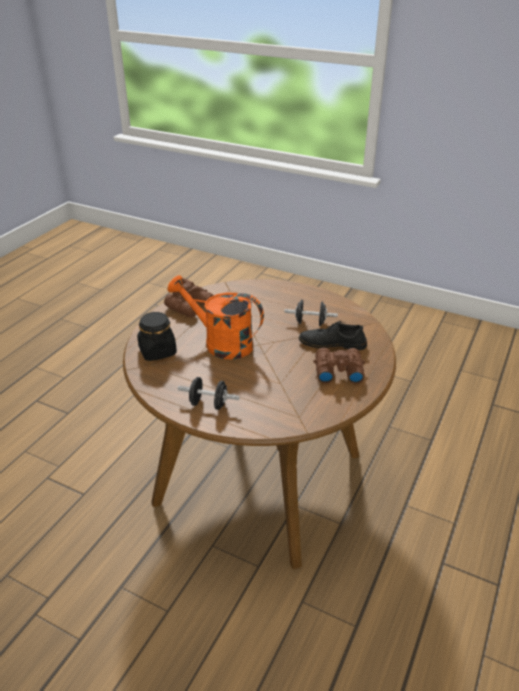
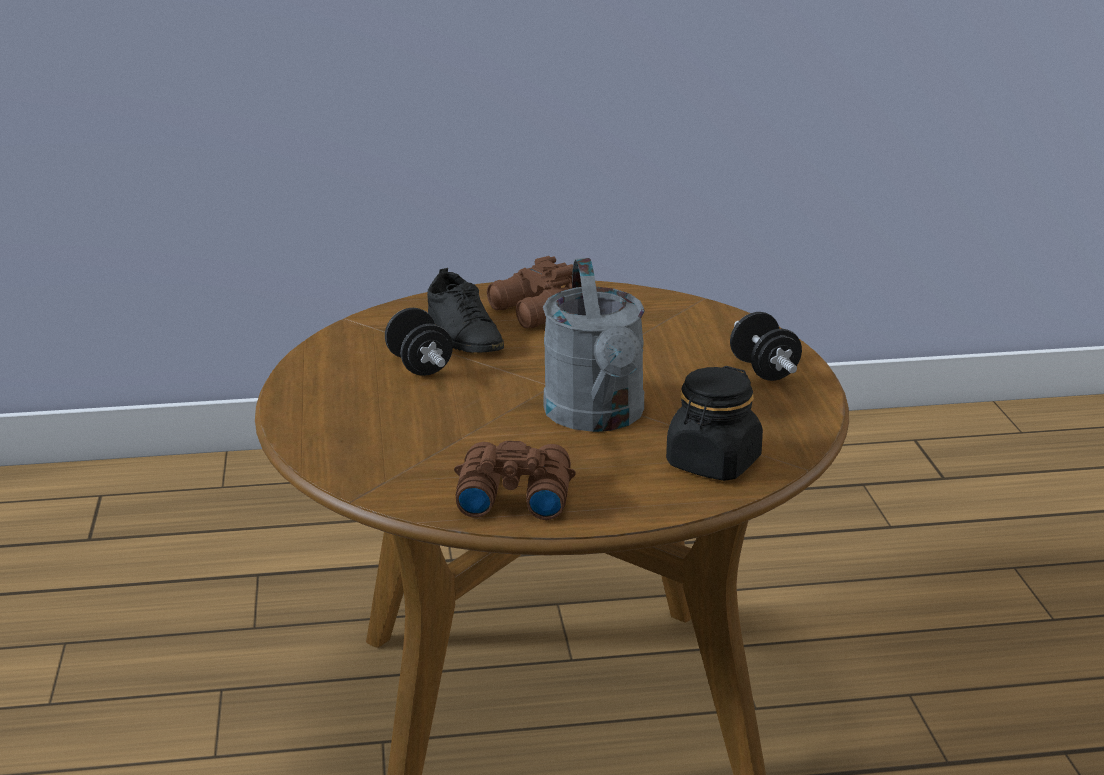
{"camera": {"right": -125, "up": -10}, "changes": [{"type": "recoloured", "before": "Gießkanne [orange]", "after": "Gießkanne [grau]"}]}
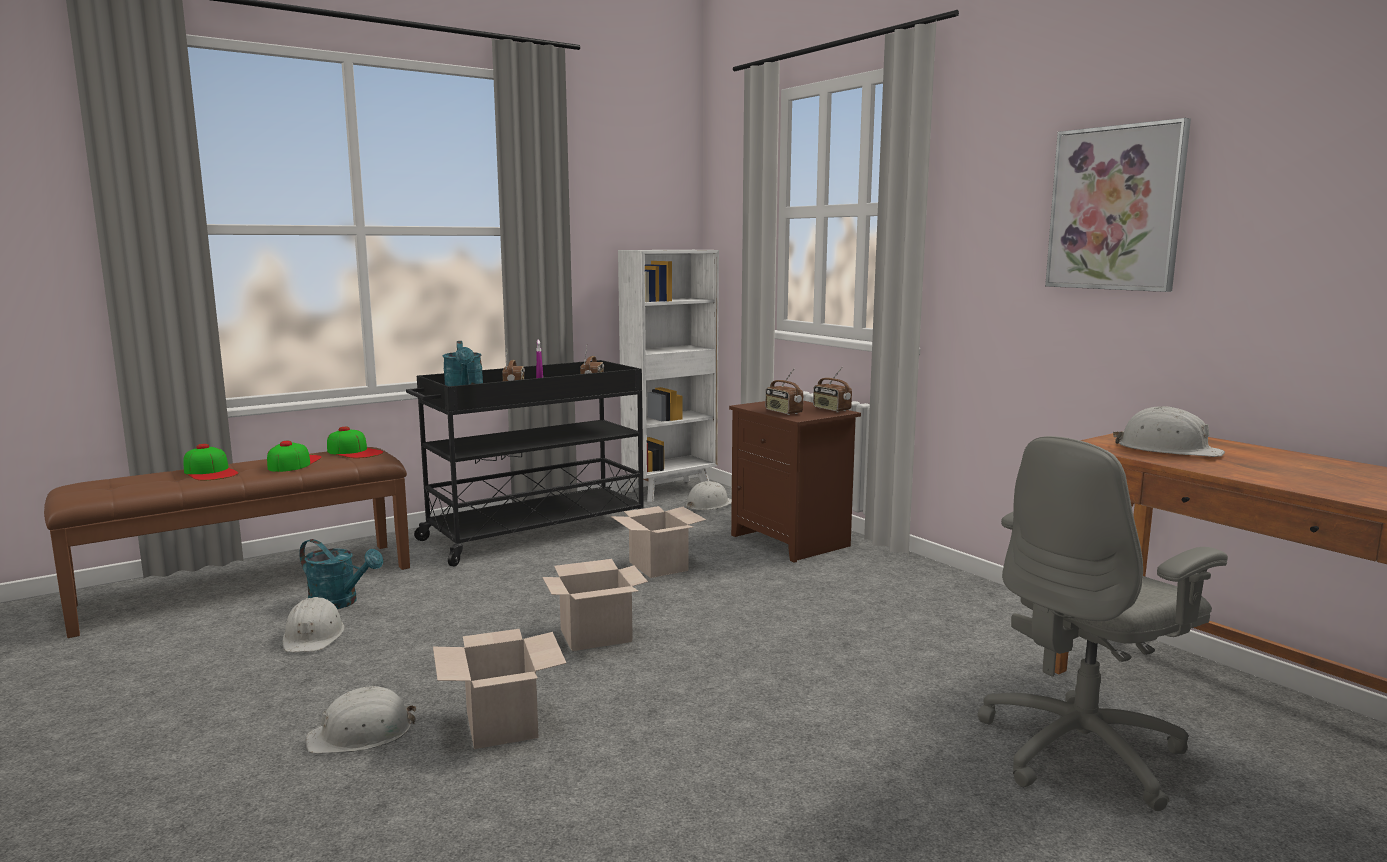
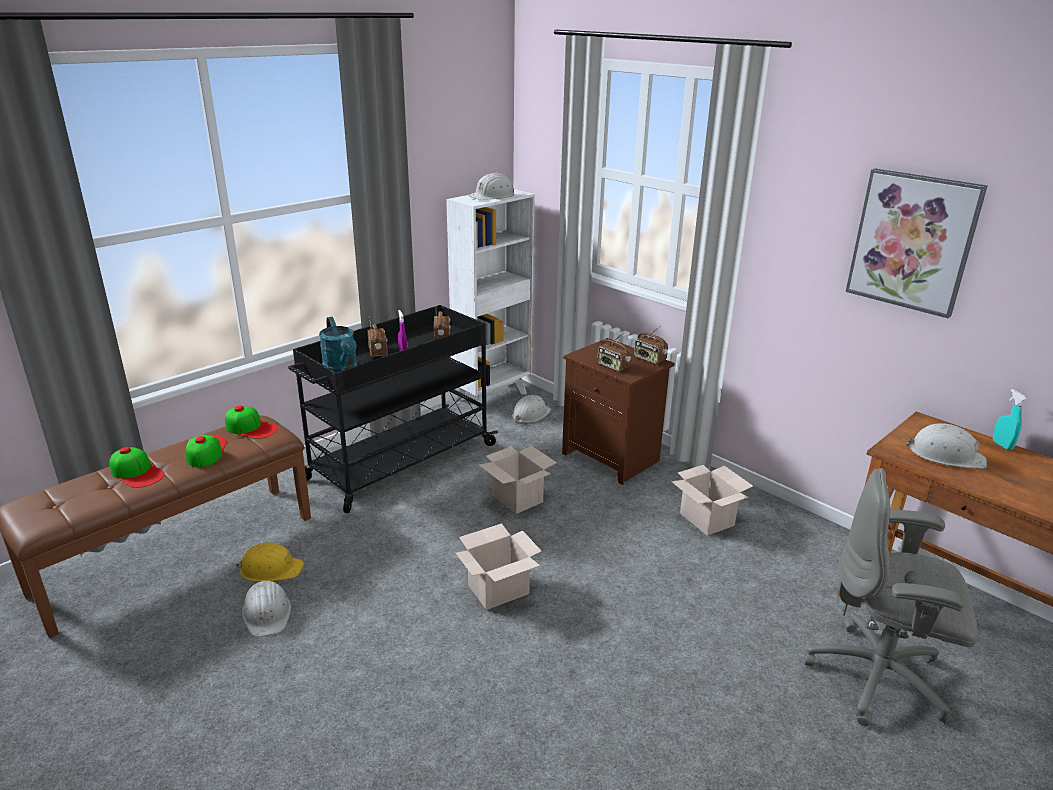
{"camera": {"right": -10, "up": 15}, "changes": [{"type": "turned", "before": "Bürostuhl [grau]", "turn": 60}, {"type": "replaced", "before": "Gießkanne [türkis] (1st from left)", "after": "Schutzhelm [gelb]"}, {"type": "moved", "before": "Karton (1st from left in the first image)", "after": "Karton (3rd from left)"}, {"type": "moved", "before": "Schutzhelm [weiß] (2nd from left)"}, {"type": "added", "after": "Sprühflasche [türkis]"}]}
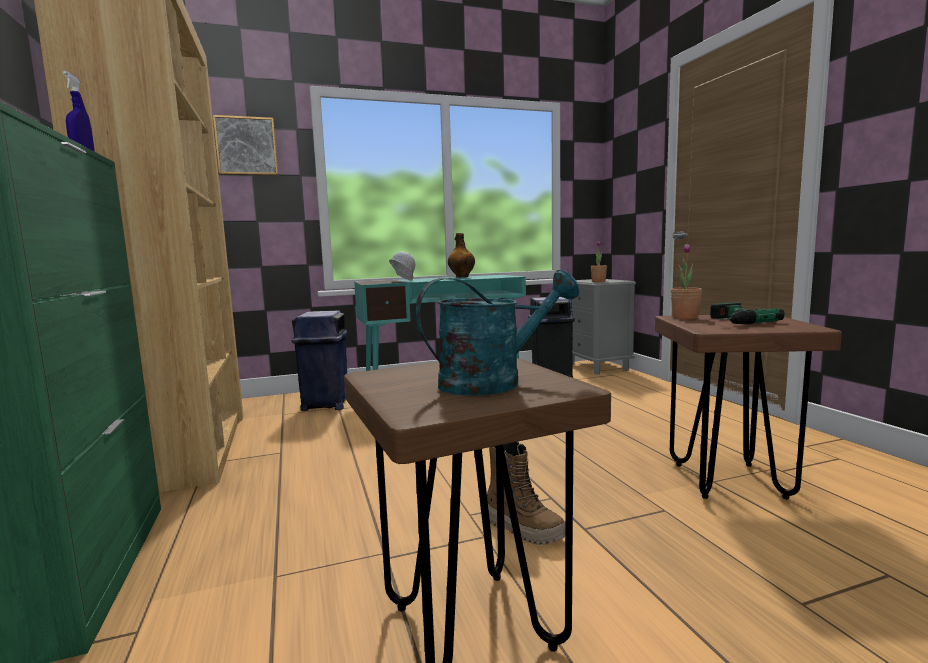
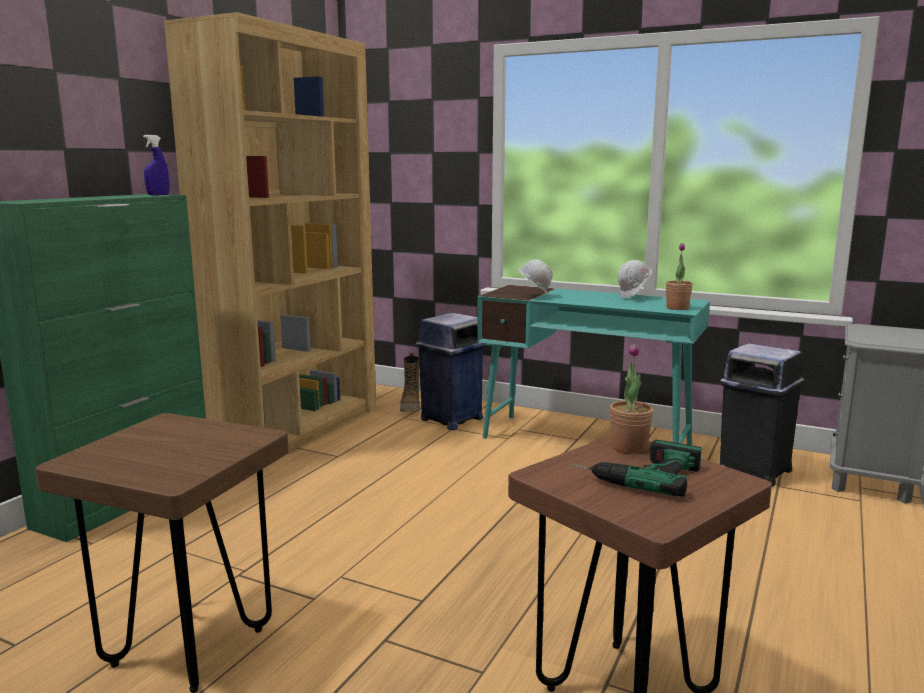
{"camera": {"right": 45, "up": 5}, "changes": [{"type": "removed", "before": "Bild"}, {"type": "replaced", "before": "Flasche", "after": "Schutzhelm [weiß] (2nd from left)"}, {"type": "moved", "before": "Topfpflanze (1st from left in the first image)", "after": "Topfpflanze (2nd from left)"}, {"type": "removed", "before": "Gießkanne [türkis]"}, {"type": "moved", "before": "Stiefel"}]}
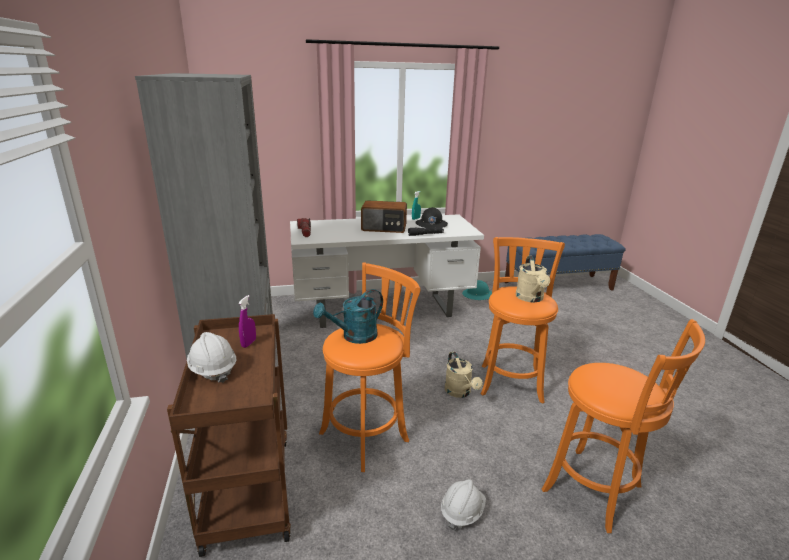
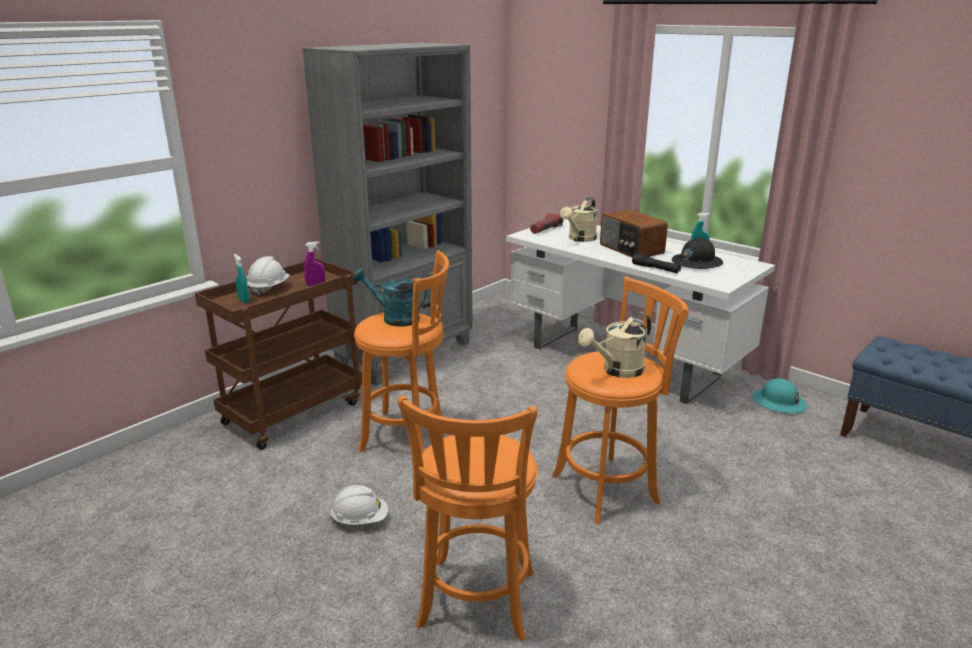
{"camera": {"right": 55, "up": 0}, "changes": [{"type": "moved", "before": "Gießkanne [beige] (1st from left)"}, {"type": "added", "after": "Sprühflasche [türkis] (1st from left)"}]}
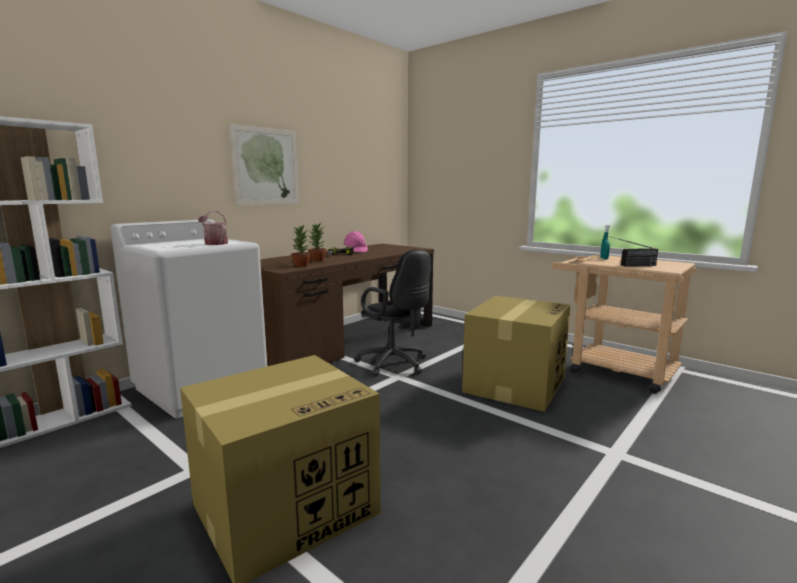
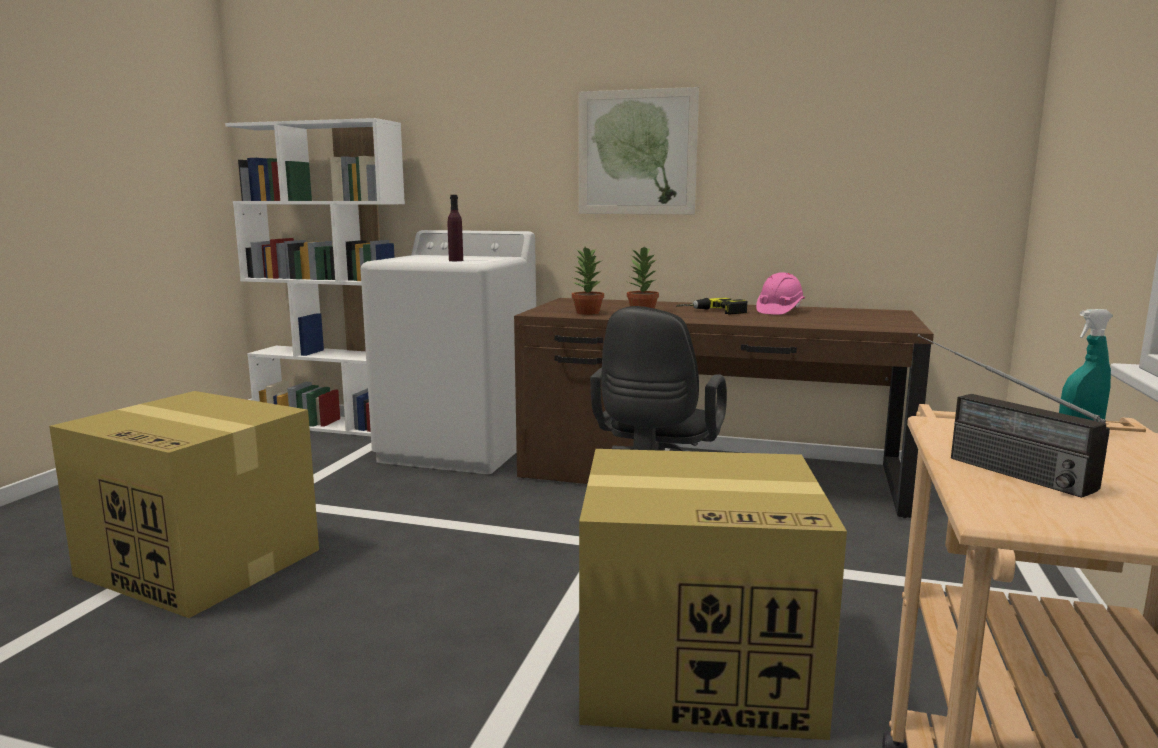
{"camera": {"right": 65, "up": 0}, "changes": [{"type": "replaced", "before": "Gießkanne", "after": "Flasche [lila]"}]}
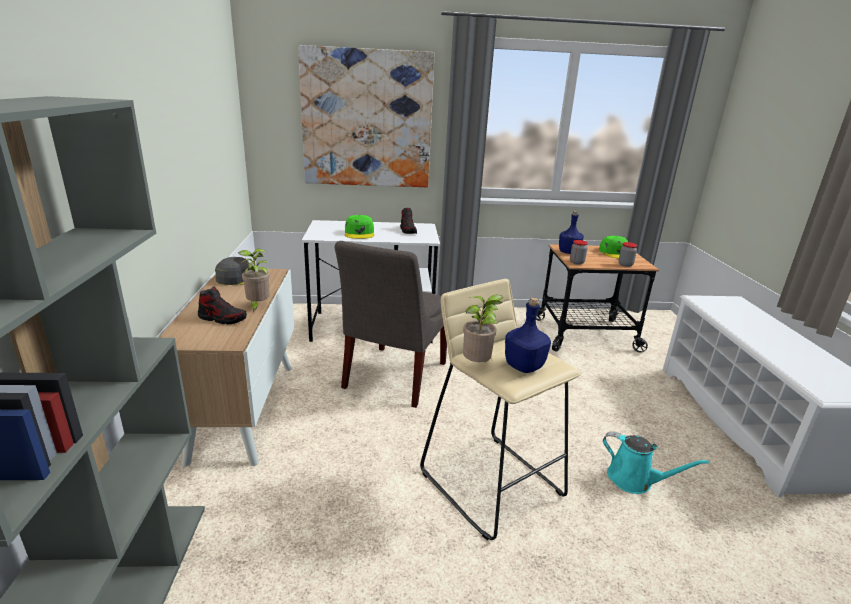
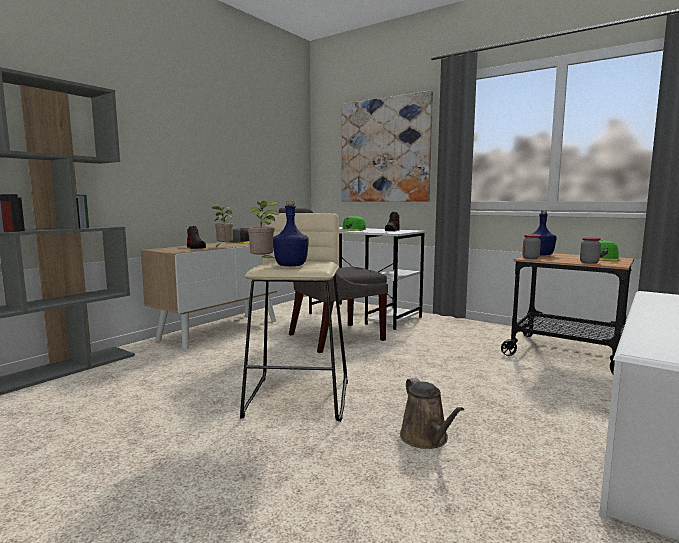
{"camera": {"right": 40, "up": -15}, "changes": [{"type": "recoloured", "before": "Gießkanne [türkis]", "after": "Gießkanne [braun]"}]}
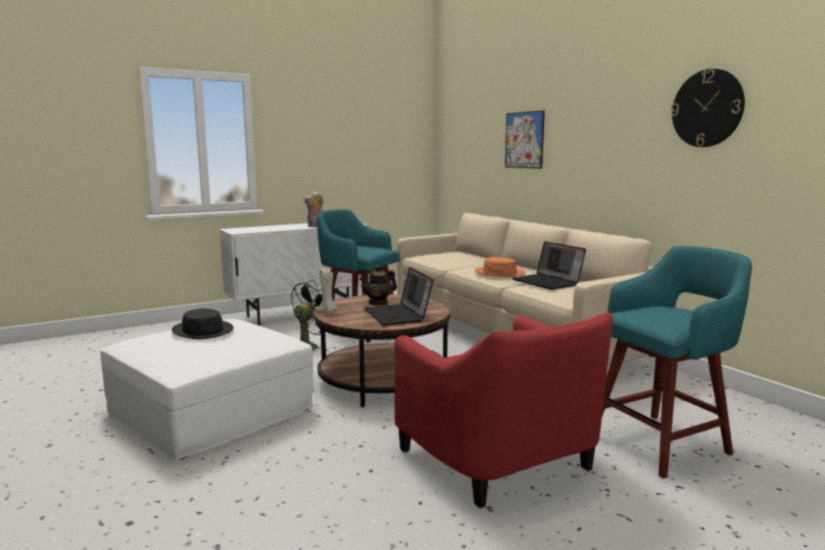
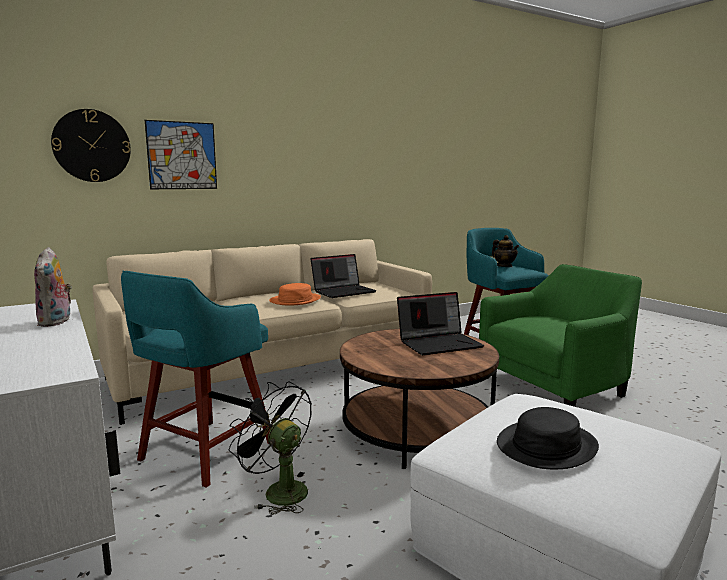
{"camera": {"right": -90, "up": 0}, "changes": [{"type": "moved", "before": "Wanduhr"}, {"type": "moved", "before": "Teekanne"}, {"type": "removed", "before": "Kerze [beige]"}, {"type": "recoloured", "before": "Sessel [rot]", "after": "Sessel [grün]"}]}
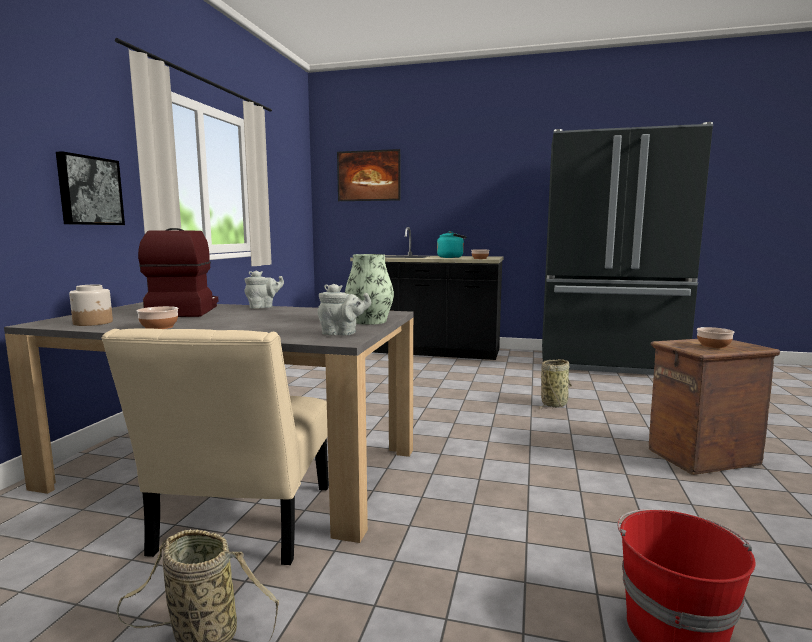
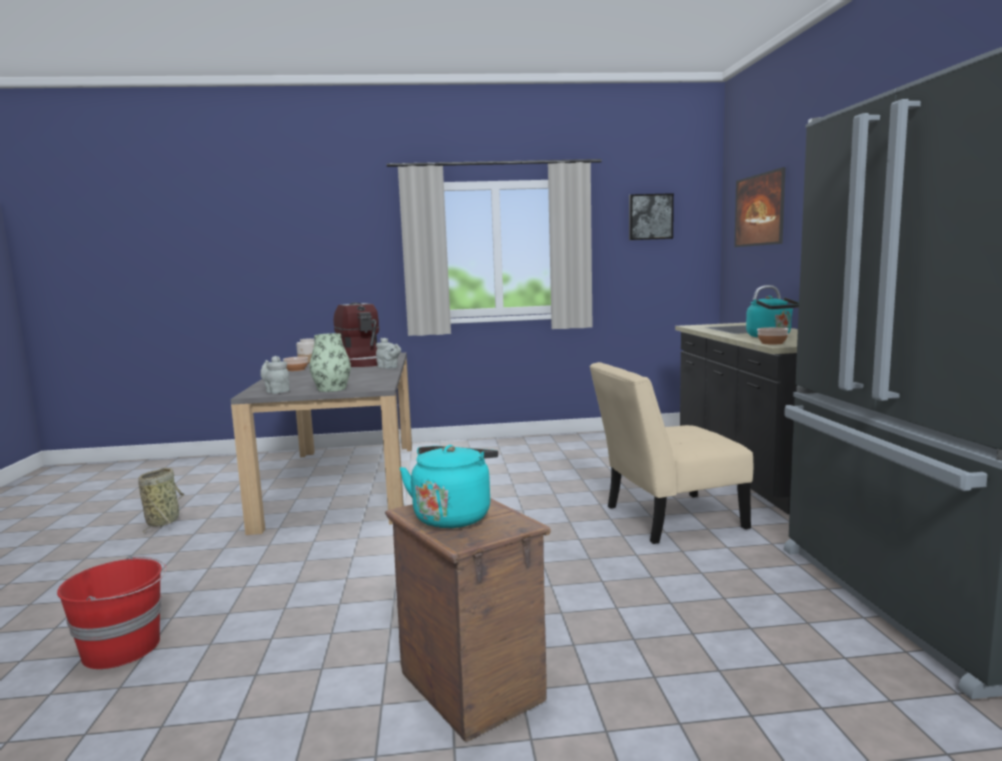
{"camera": {"right": 70, "up": 0}, "changes": [{"type": "moved", "before": "Bild (1st from left)"}, {"type": "turned", "before": "Kaffeemaschine", "turn": 90}, {"type": "turned", "before": "Teekanne [grau] (2nd from left in the first image)", "turn": 150}, {"type": "replaced", "before": "Schüssel (3rd from left)", "after": "Wasserkessel [türkis] (1st from left)"}, {"type": "moved", "before": "Stuhl [beige]"}, {"type": "removed", "before": "Korb (2nd from left)"}]}
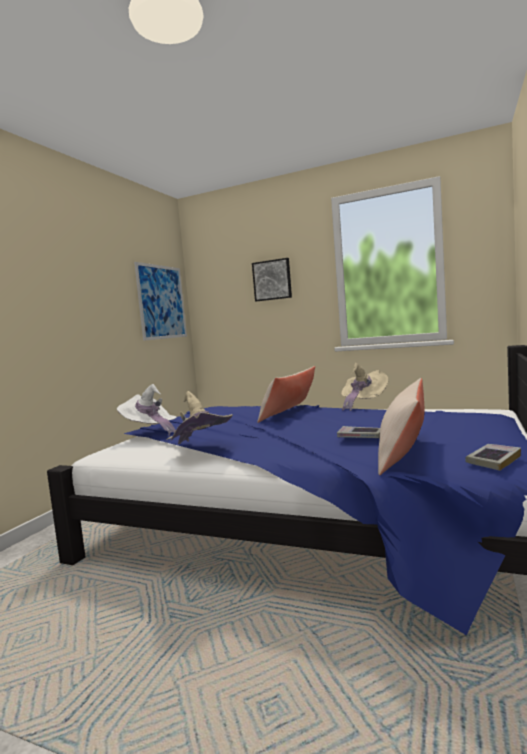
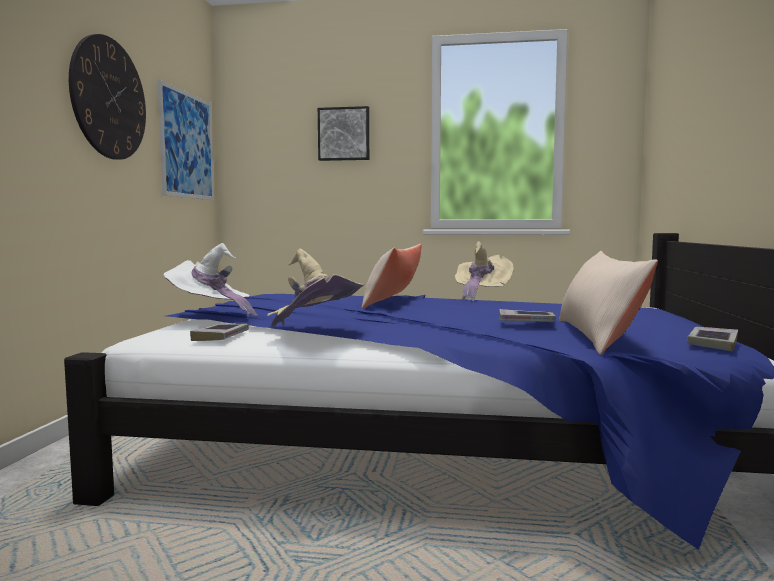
{"camera": {"right": -15, "up": 0}, "changes": [{"type": "added", "after": "Wanduhr"}, {"type": "added", "after": "Buch (1st from left)"}]}
